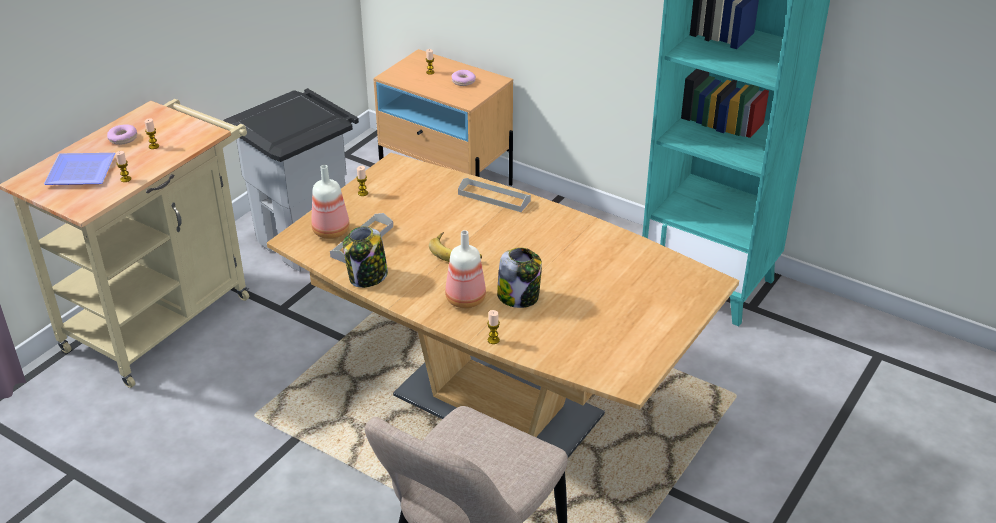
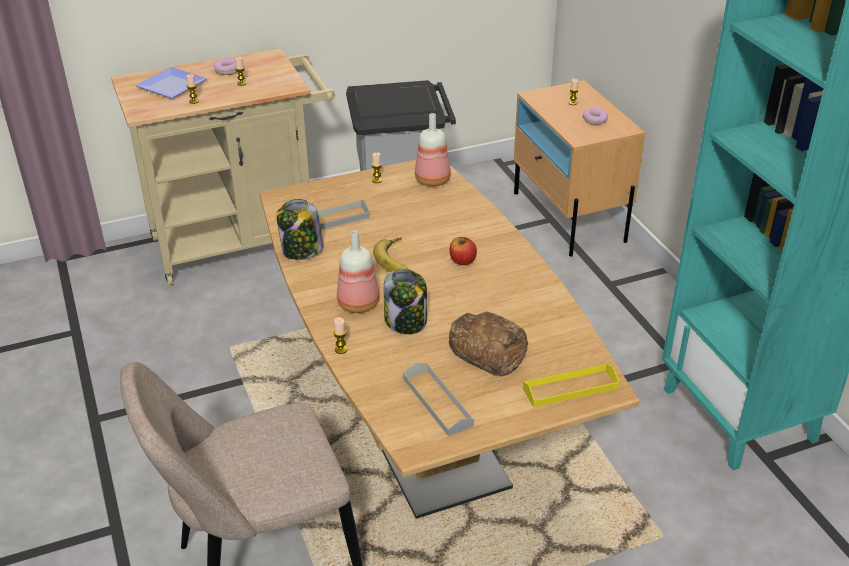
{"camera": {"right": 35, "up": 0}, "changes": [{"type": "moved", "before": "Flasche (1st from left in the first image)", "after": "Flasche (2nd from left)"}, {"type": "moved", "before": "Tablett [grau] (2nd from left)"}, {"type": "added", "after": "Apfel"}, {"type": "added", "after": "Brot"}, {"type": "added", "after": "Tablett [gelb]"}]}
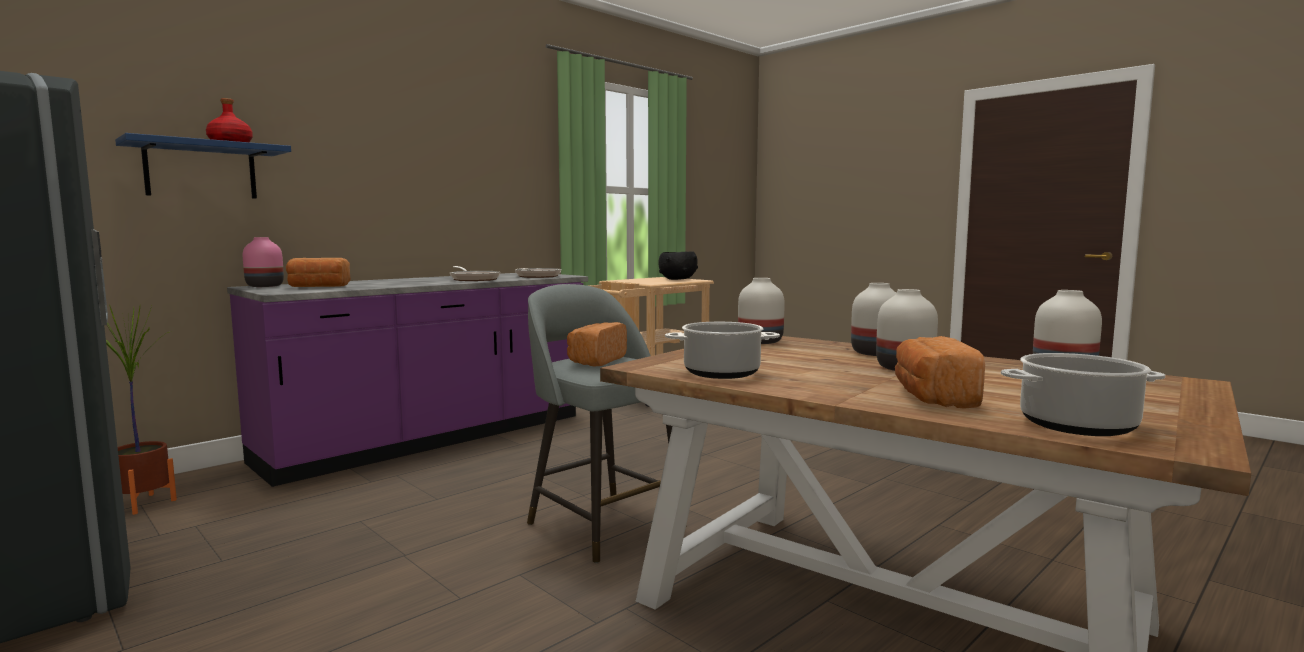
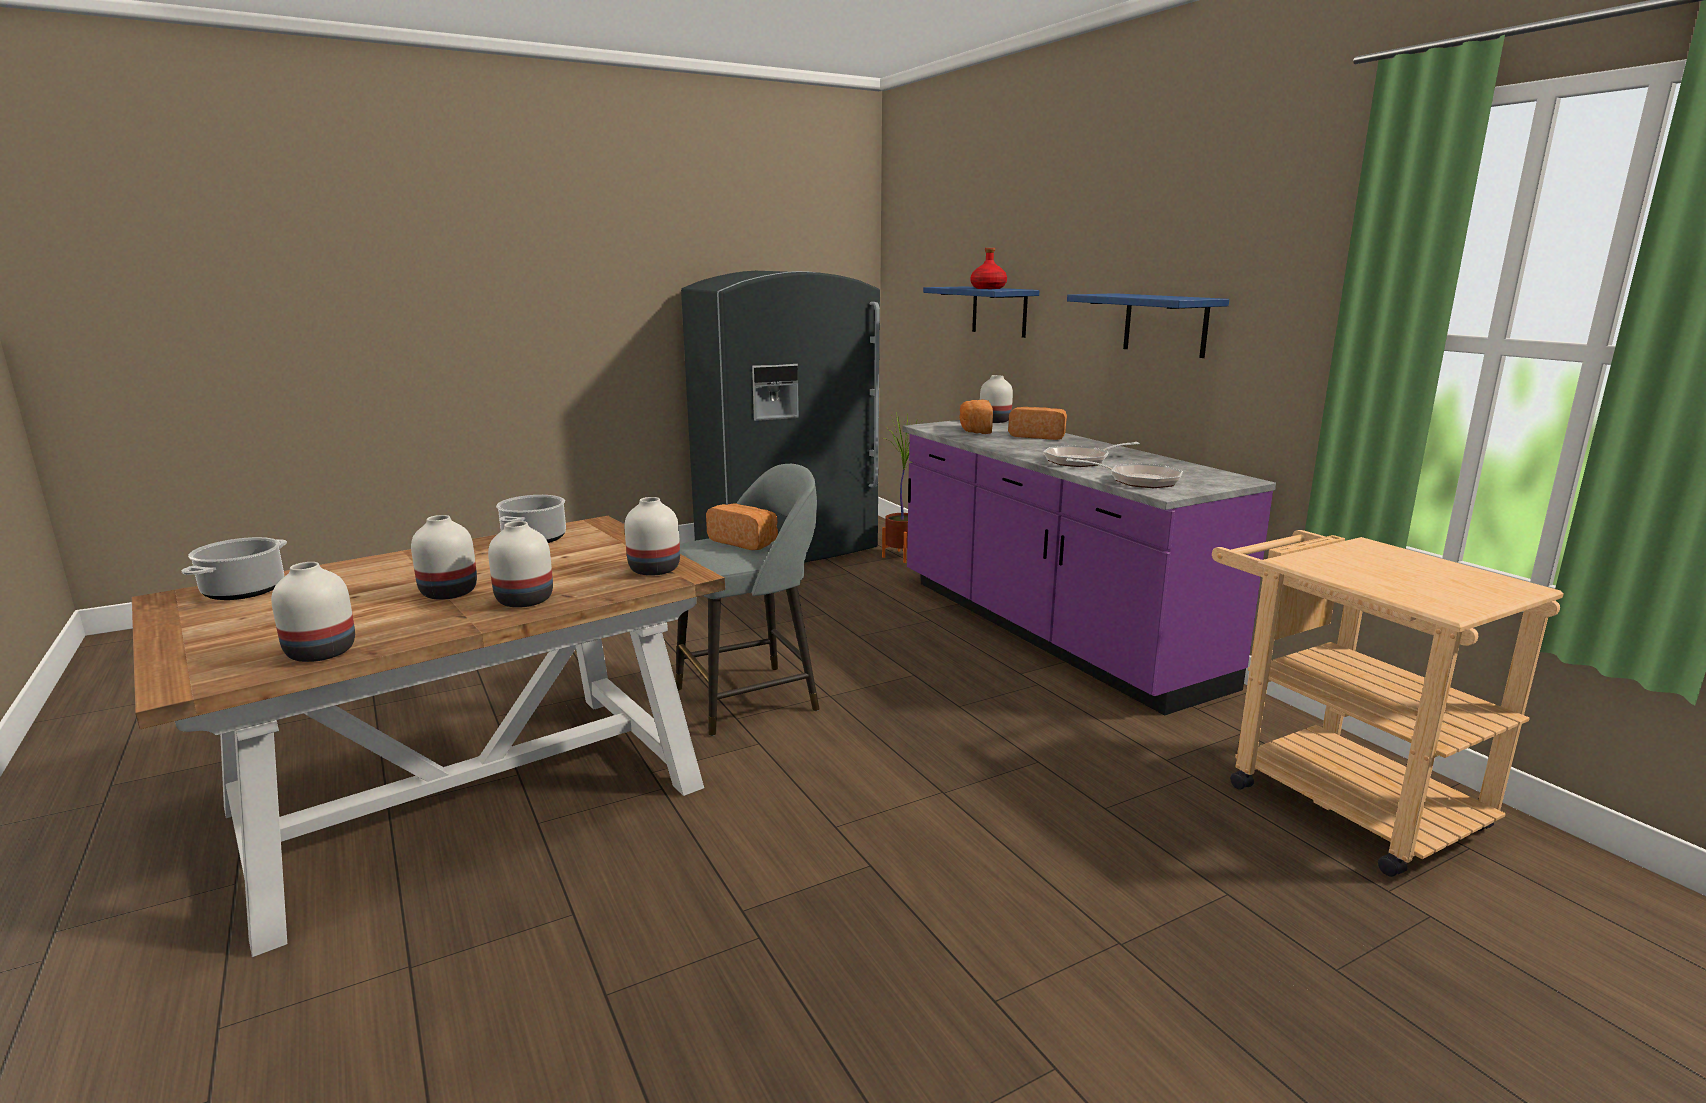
{"camera": {"right": 105, "up": 10}, "changes": [{"type": "recoloured", "before": "Vase [rosa]", "after": "Vase [weiß] (5th from left)"}, {"type": "removed", "before": "Schüssel [schwarz]"}, {"type": "moved", "before": "Brot (3rd from left)"}, {"type": "added", "after": "Wandregal [blau] (2nd from left)"}]}
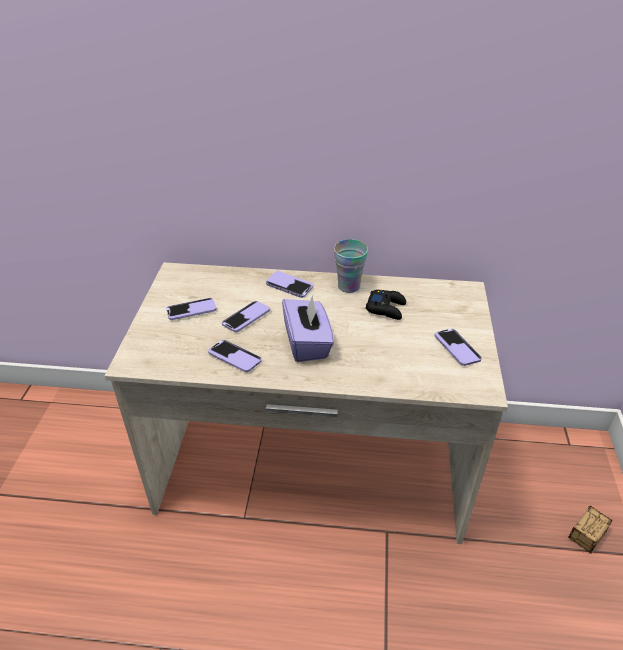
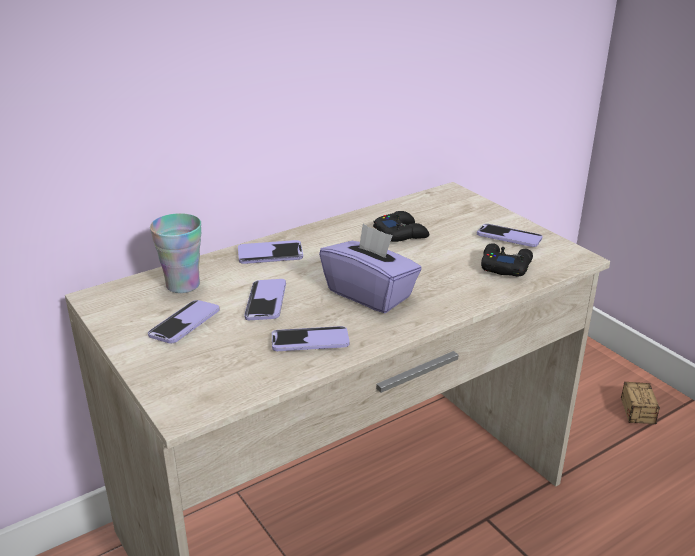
{"camera": {"right": -40, "up": -10}, "changes": [{"type": "moved", "before": "Tasse"}, {"type": "added", "after": "Gamepad [schwarz] (2nd from left)"}]}
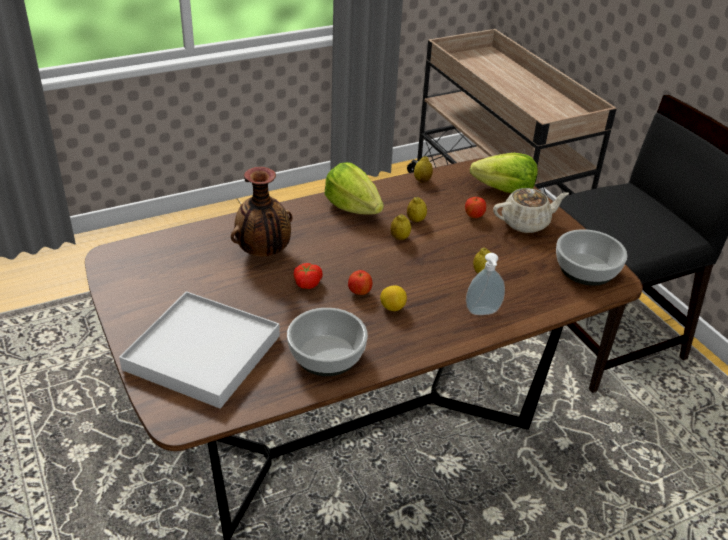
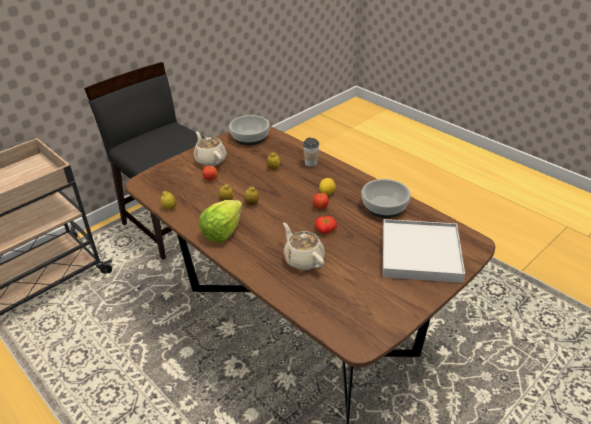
{"camera": {"right": -105, "up": 0}, "changes": [{"type": "removed", "before": "Salatkopf (2nd from left)"}, {"type": "replaced", "before": "Vase", "after": "Teekanne [beige] (2nd from left)"}, {"type": "replaced", "before": "Seifenspender", "after": "Tasse"}]}
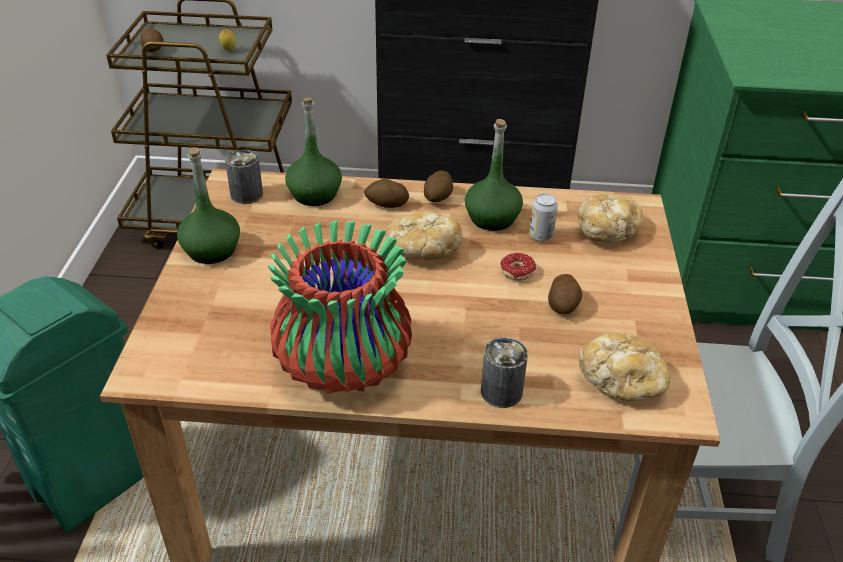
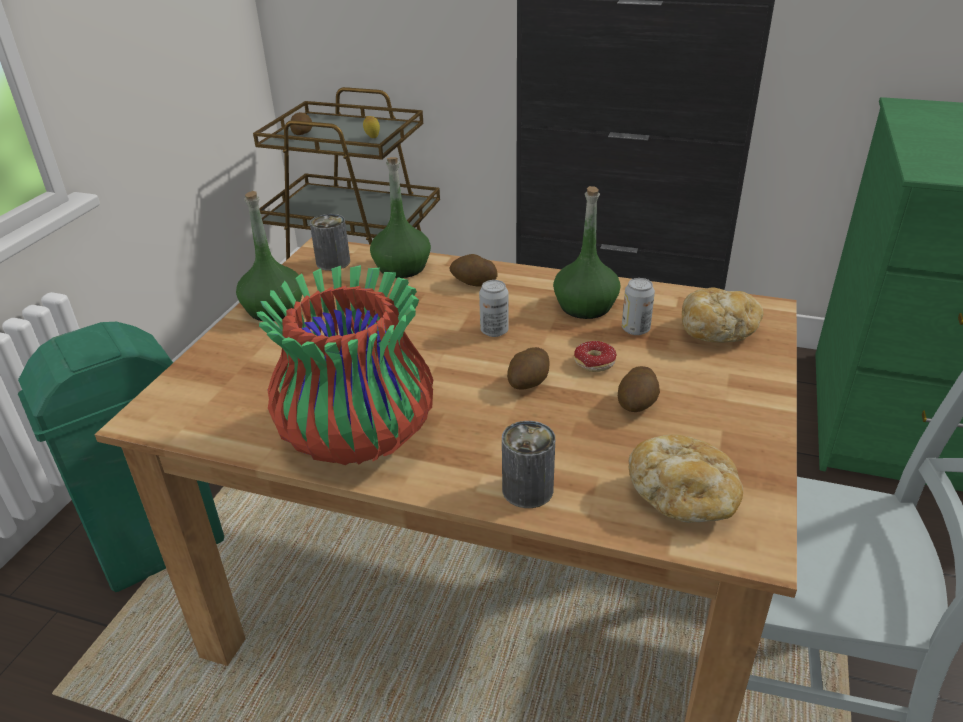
{"camera": {"right": 15, "up": -5}, "changes": [{"type": "moved", "before": "Kartoffel (3rd from left)"}, {"type": "replaced", "before": "Brot (1st from left)", "after": "Dose (2nd from left)"}]}
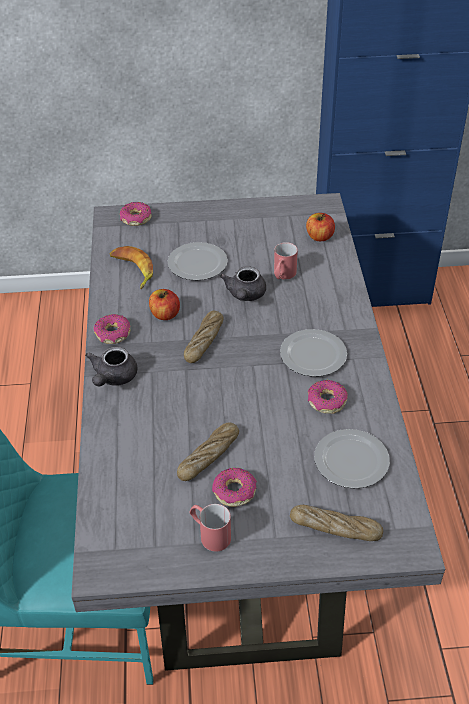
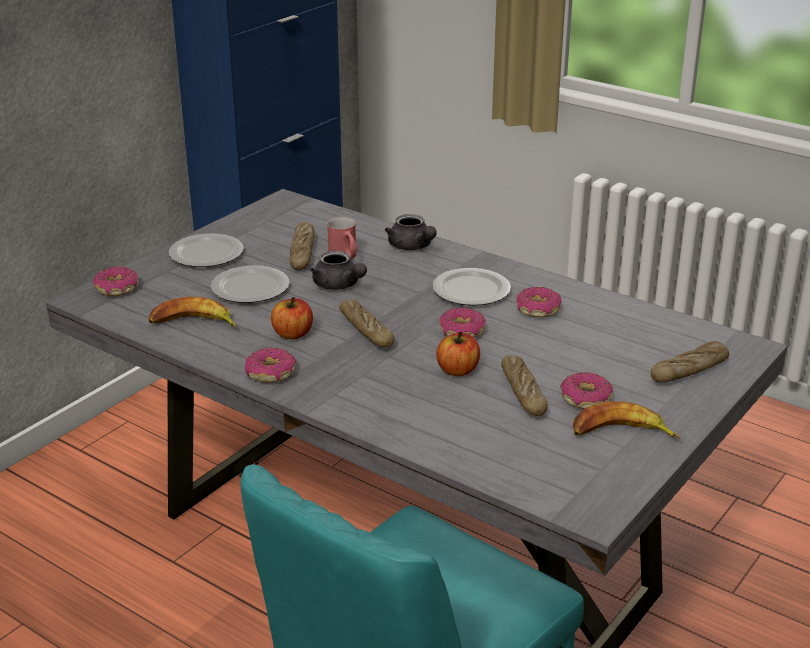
{"camera": {"right": -50, "up": -15}, "changes": [{"type": "moved", "before": "Apfel (2nd from left)"}, {"type": "moved", "before": "Teekanne [grau] (1st from left in the first image)", "after": "Teekanne [grau] (2nd from left)"}, {"type": "moved", "before": "Teller (3rd from left in the first image)", "after": "Teller (1st from left)"}, {"type": "replaced", "before": "Henkelbecher [rot] (1st from left)", "after": "Banane (2nd from left)"}, {"type": "added", "after": "Brot (1st from left)"}, {"type": "added", "after": "Donut (3rd from left)"}]}
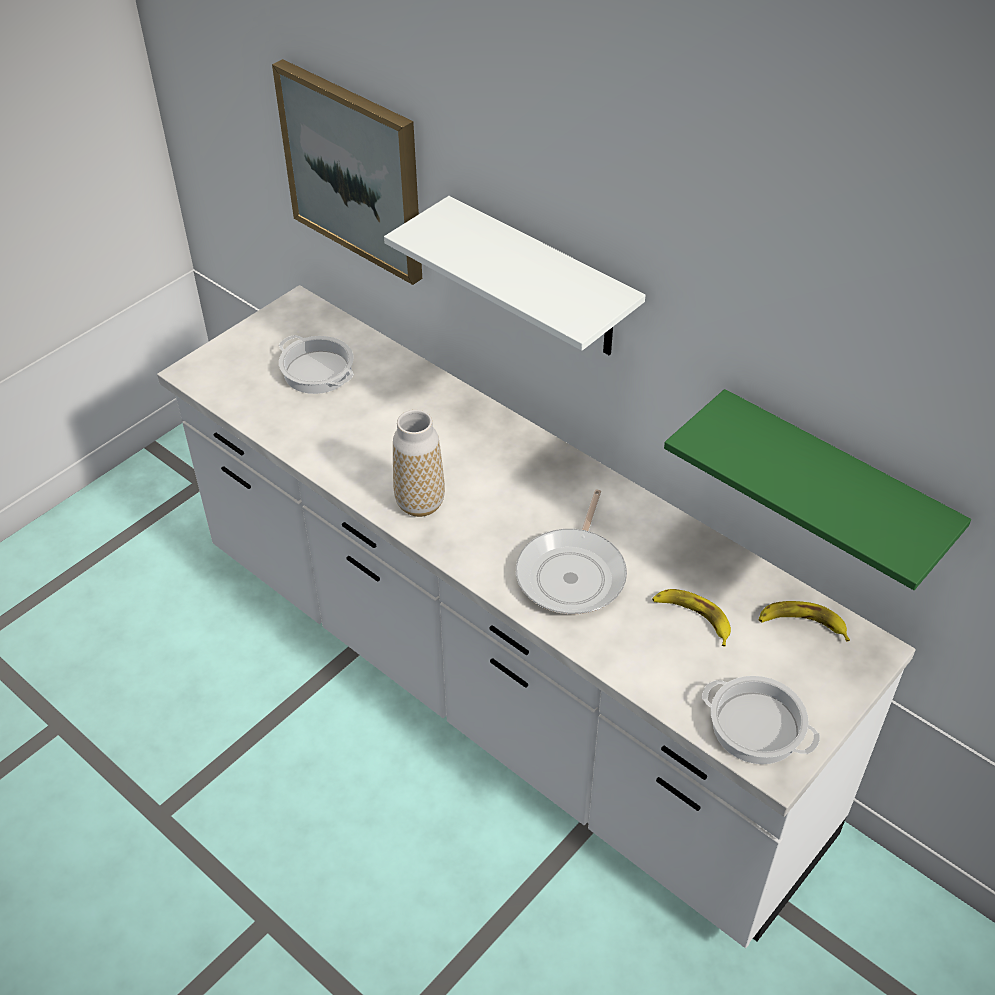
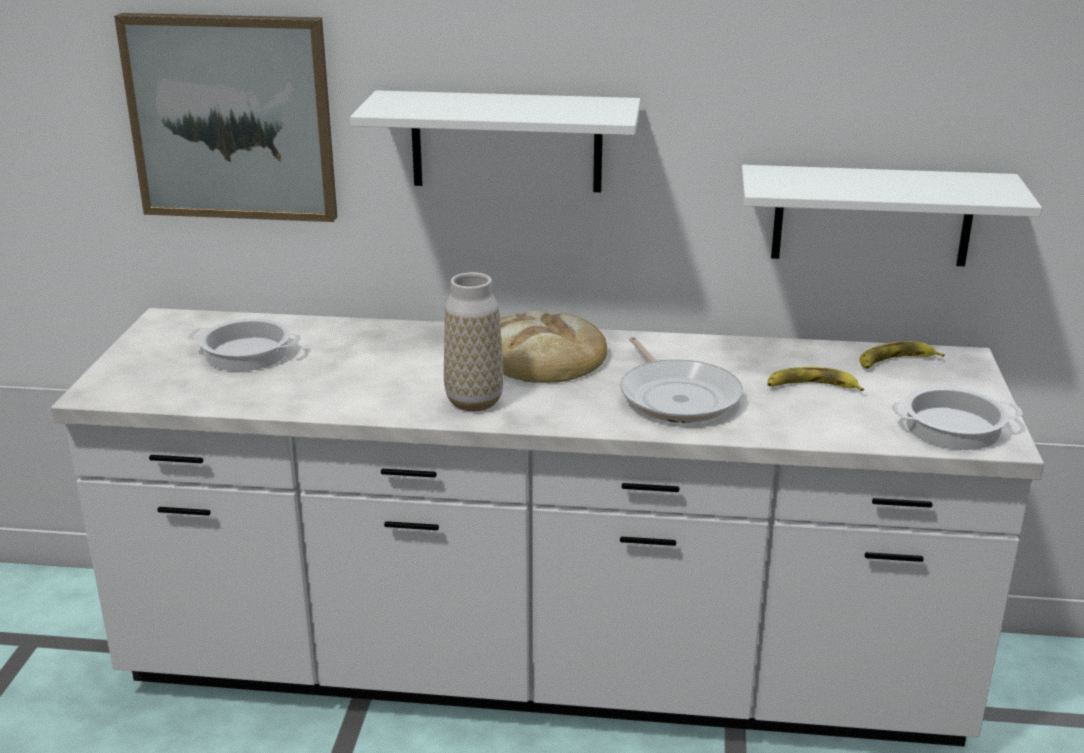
{"camera": {"right": -35, "up": -20}, "changes": [{"type": "recoloured", "before": "Wandregal [grün]", "after": "Wandregal [weiß] (2nd from left)"}, {"type": "added", "after": "Brot"}]}
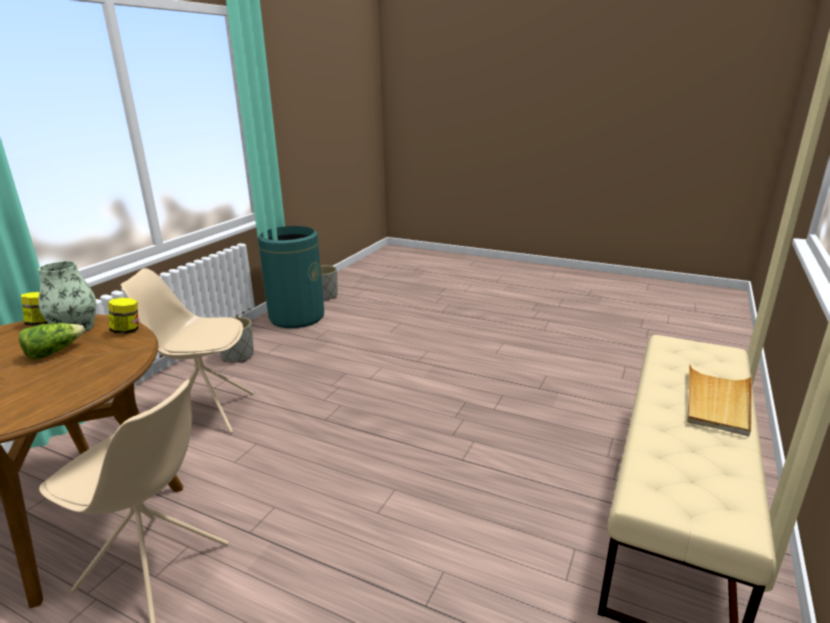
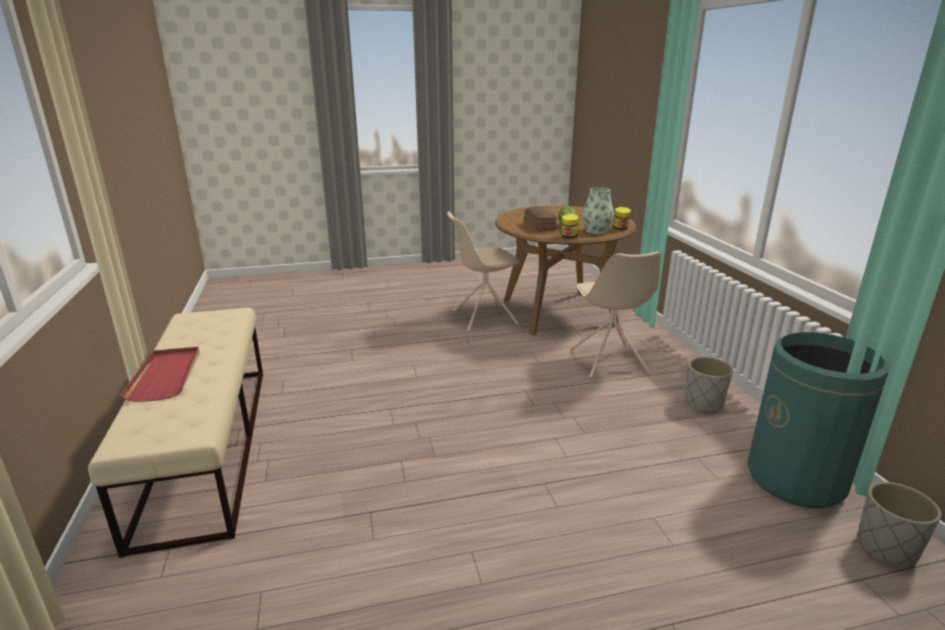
{"camera": {"right": 140, "up": 0}, "changes": [{"type": "turned", "before": "Stuhl [beige] (2nd from left)", "turn": 120}, {"type": "recoloured", "before": "Tablett [beige]", "after": "Tablett [rot]"}, {"type": "added", "after": "Brot"}]}
